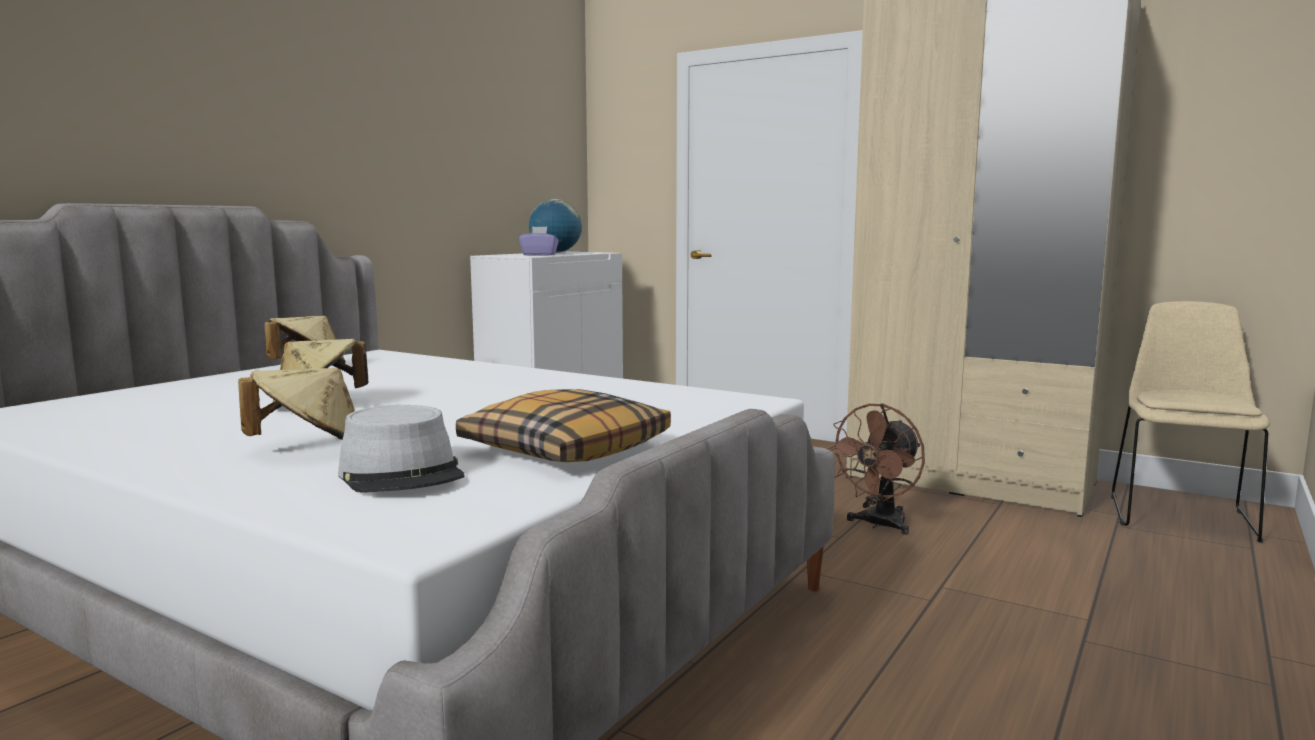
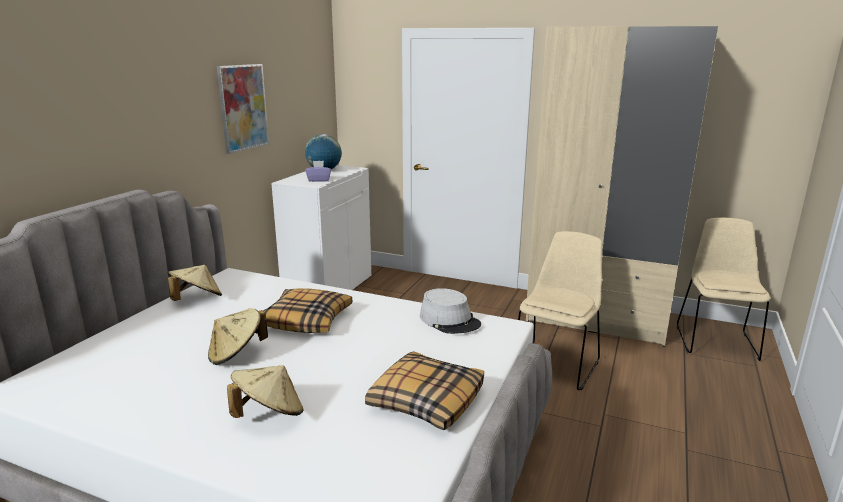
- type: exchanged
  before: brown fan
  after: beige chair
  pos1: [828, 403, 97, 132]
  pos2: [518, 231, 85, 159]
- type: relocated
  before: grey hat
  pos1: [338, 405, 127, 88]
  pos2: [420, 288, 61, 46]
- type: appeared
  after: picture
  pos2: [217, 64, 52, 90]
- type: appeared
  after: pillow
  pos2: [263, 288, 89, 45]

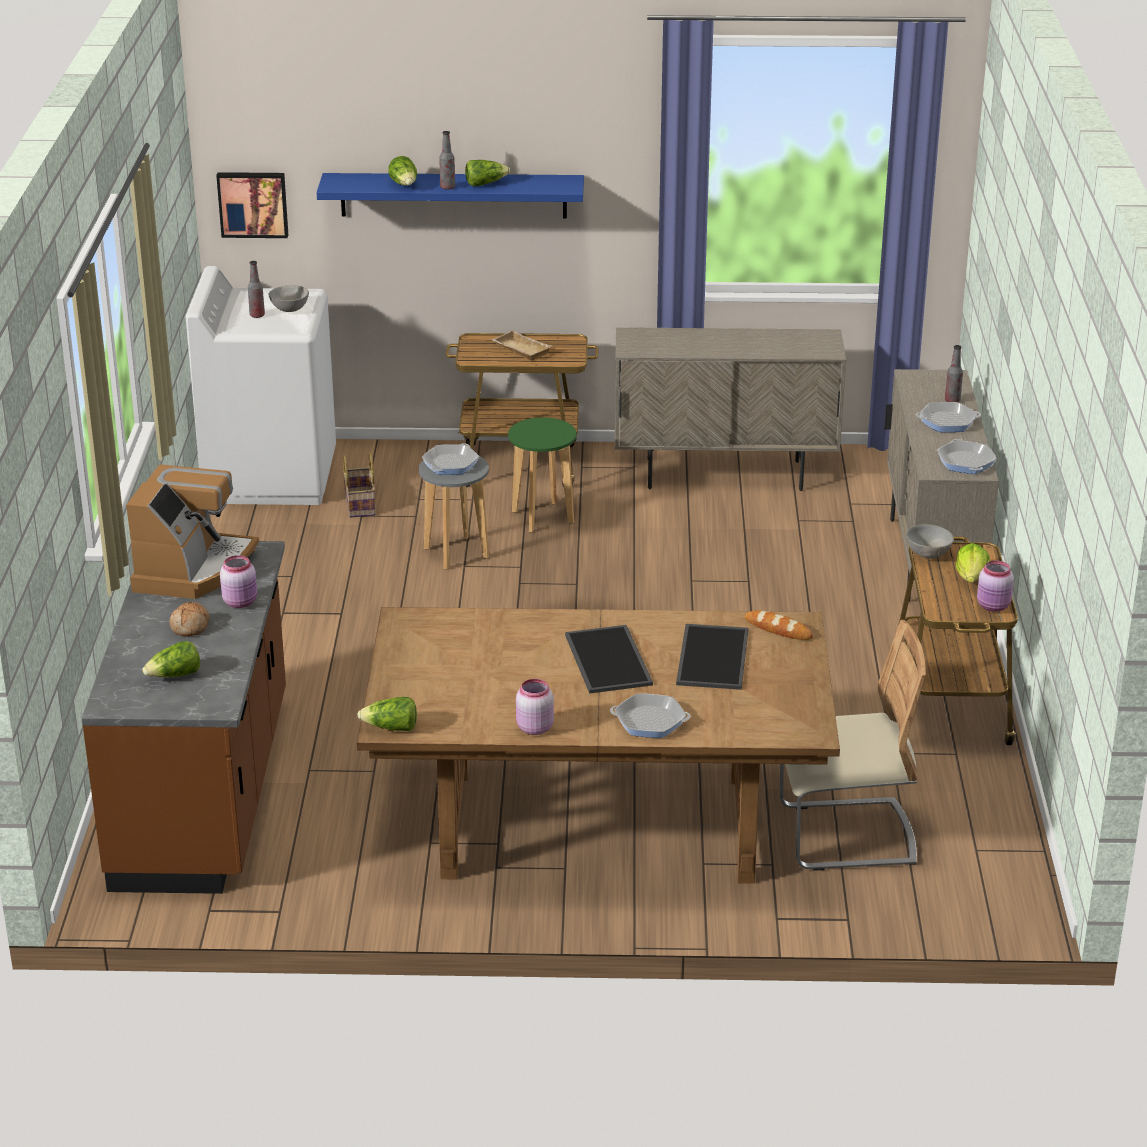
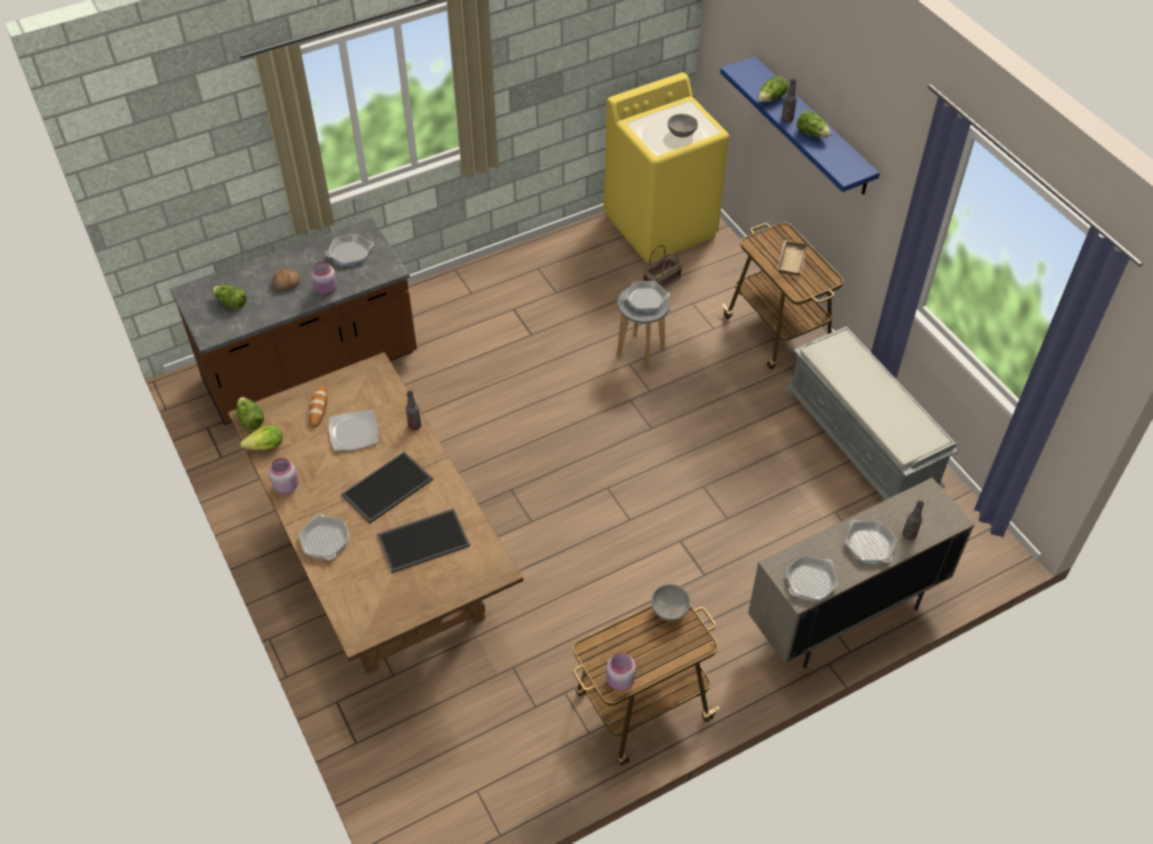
- type: missing
  before: picture
  pos1: [216, 172, 72, 66]
- type: relocated
  before: bottle
  pos1: [248, 261, 17, 57]
  pos2: [406, 391, 15, 39]
- type: colour
  before: white washing machine
  after: yellow washing machine
  pos1: [186, 266, 150, 239]
  pos2: [604, 73, 125, 190]
- type: exchanged
  before: beige cabinet
  after: grey bench
  pos1: [615, 327, 231, 164]
  pos2: [787, 326, 171, 174]
- type: missing
  before: green stool
  pos1: [508, 418, 68, 115]
- type: exchanged
  before: coffee machine
  after: frying pan
  pos1: [126, 464, 133, 135]
  pos2: [325, 234, 49, 32]
- type: relocated
  before: lettuce
  pos1: [956, 543, 34, 40]
  pos2: [240, 425, 43, 25]
- type: relocated
  before: bread
  pos1: [745, 610, 68, 30]
  pos2: [309, 386, 18, 42]
- type: missing
  before: beige chair
  pos1: [780, 620, 146, 251]
- type: appeared
  after: plate
  pos2: [329, 410, 50, 41]

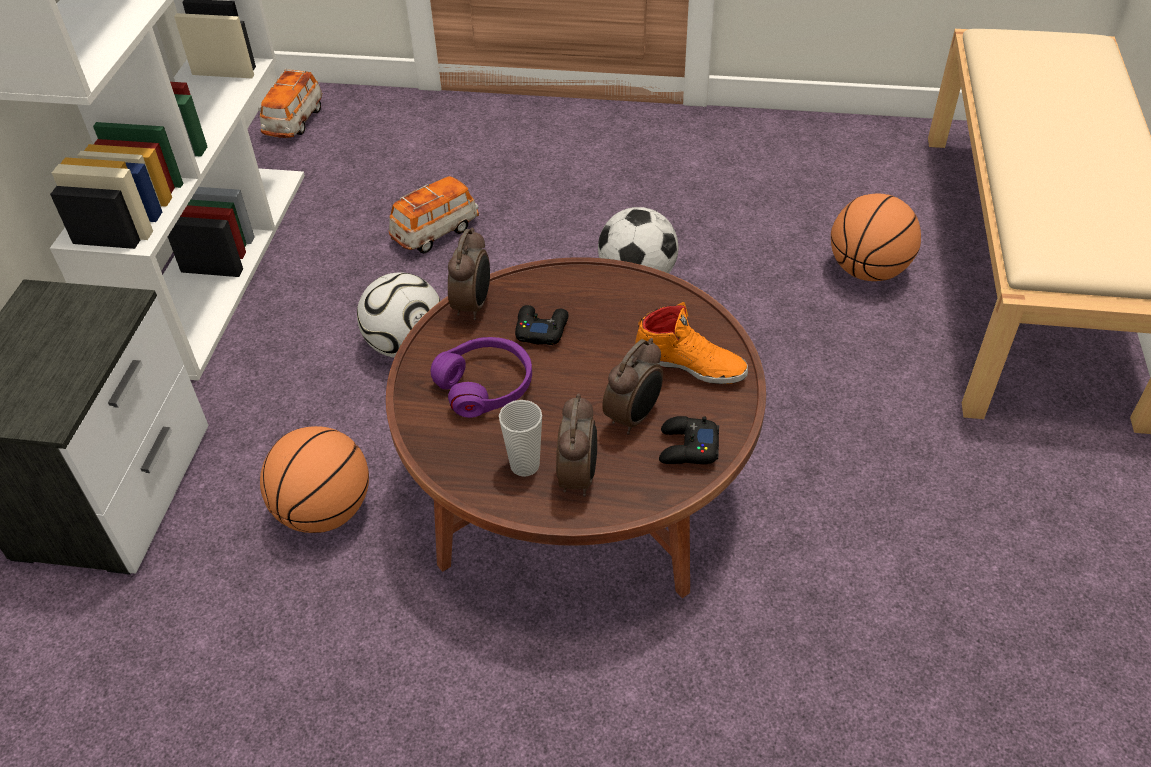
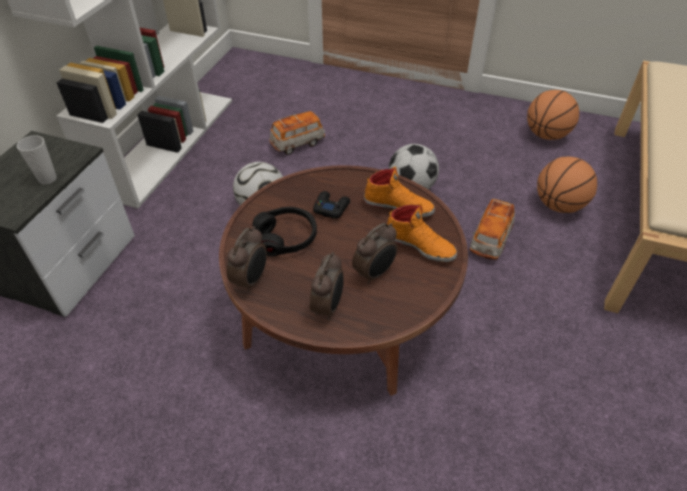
- type: relocated
  before: toy car
  pos1: [258, 69, 64, 69]
  pos2: [470, 199, 45, 61]
- type: relocated
  before: alarm clock
  pos1: [448, 228, 42, 92]
  pos2: [227, 226, 40, 67]
- type: colour
  before: purple headphones
  after: black headphones
  pos1: [431, 337, 101, 81]
  pos2: [252, 207, 65, 49]
- type: relocated
  before: cup
  pos1: [499, 400, 43, 77]
  pos2: [17, 135, 40, 50]
- type: missing
  before: black game controller
  pos1: [659, 416, 60, 48]
- type: relocated
  before: basketball
  pos1: [260, 426, 109, 107]
  pos2: [527, 90, 52, 50]
- type: appeared
  after: orange shoe
  pos2: [364, 167, 71, 50]

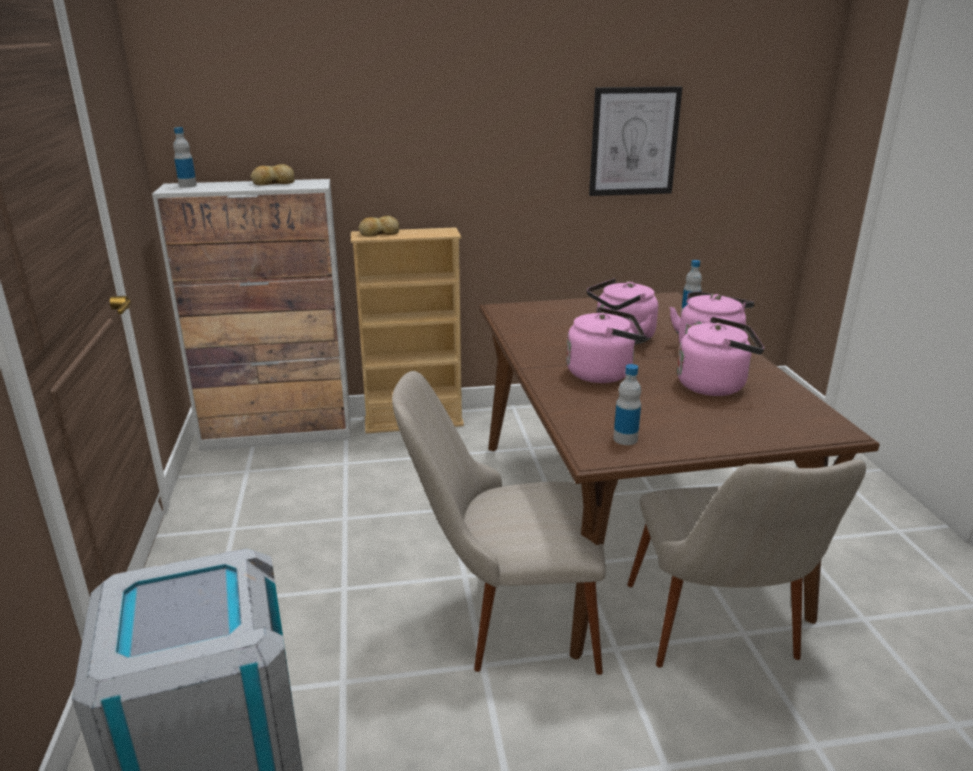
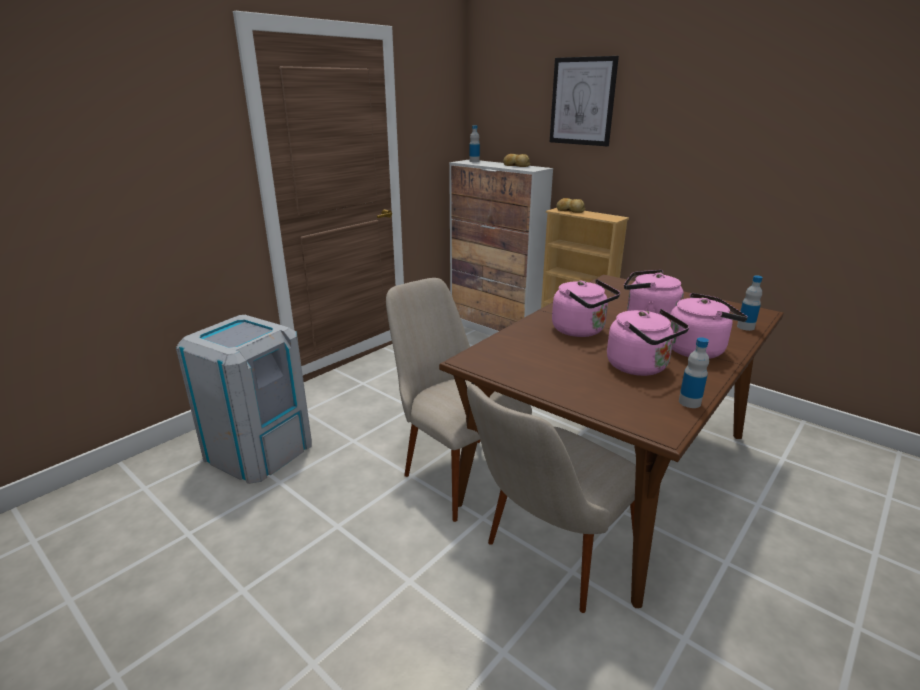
- type: relocated
  before: picture
  pos1: [589, 86, 93, 110]
  pos2: [550, 56, 69, 90]
- type: relocated
  before: bottle
  pos1: [613, 364, 28, 81]
  pos2: [679, 337, 30, 71]

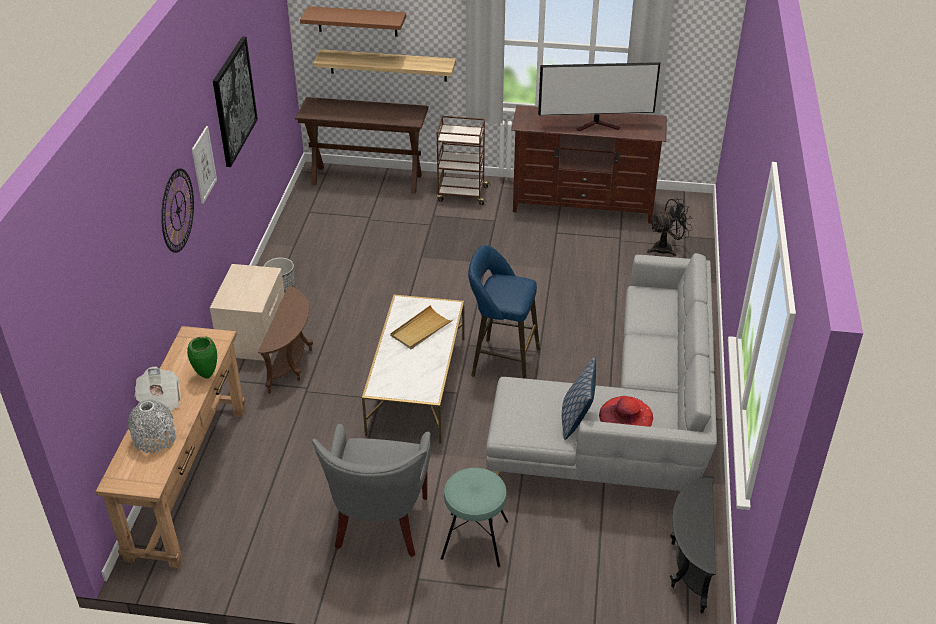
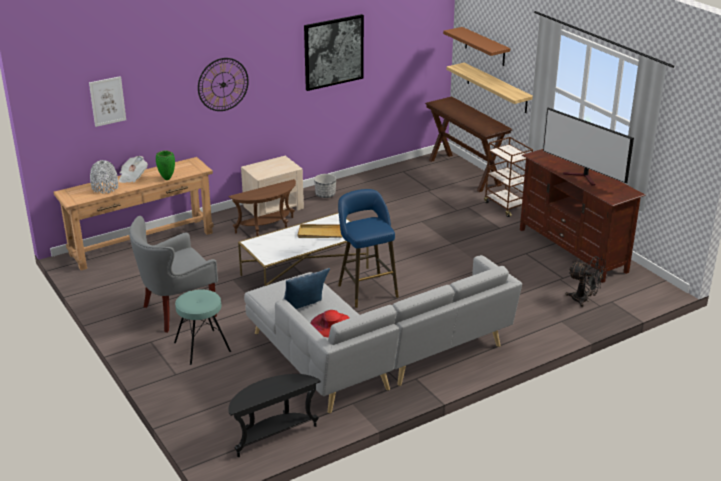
- type: relocated
  before: picture
  pos1: [192, 126, 25, 78]
  pos2: [89, 76, 37, 51]

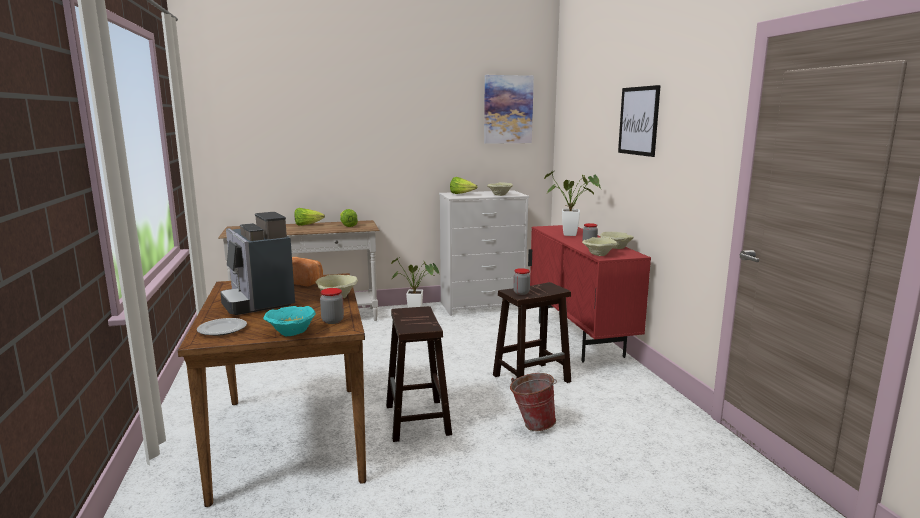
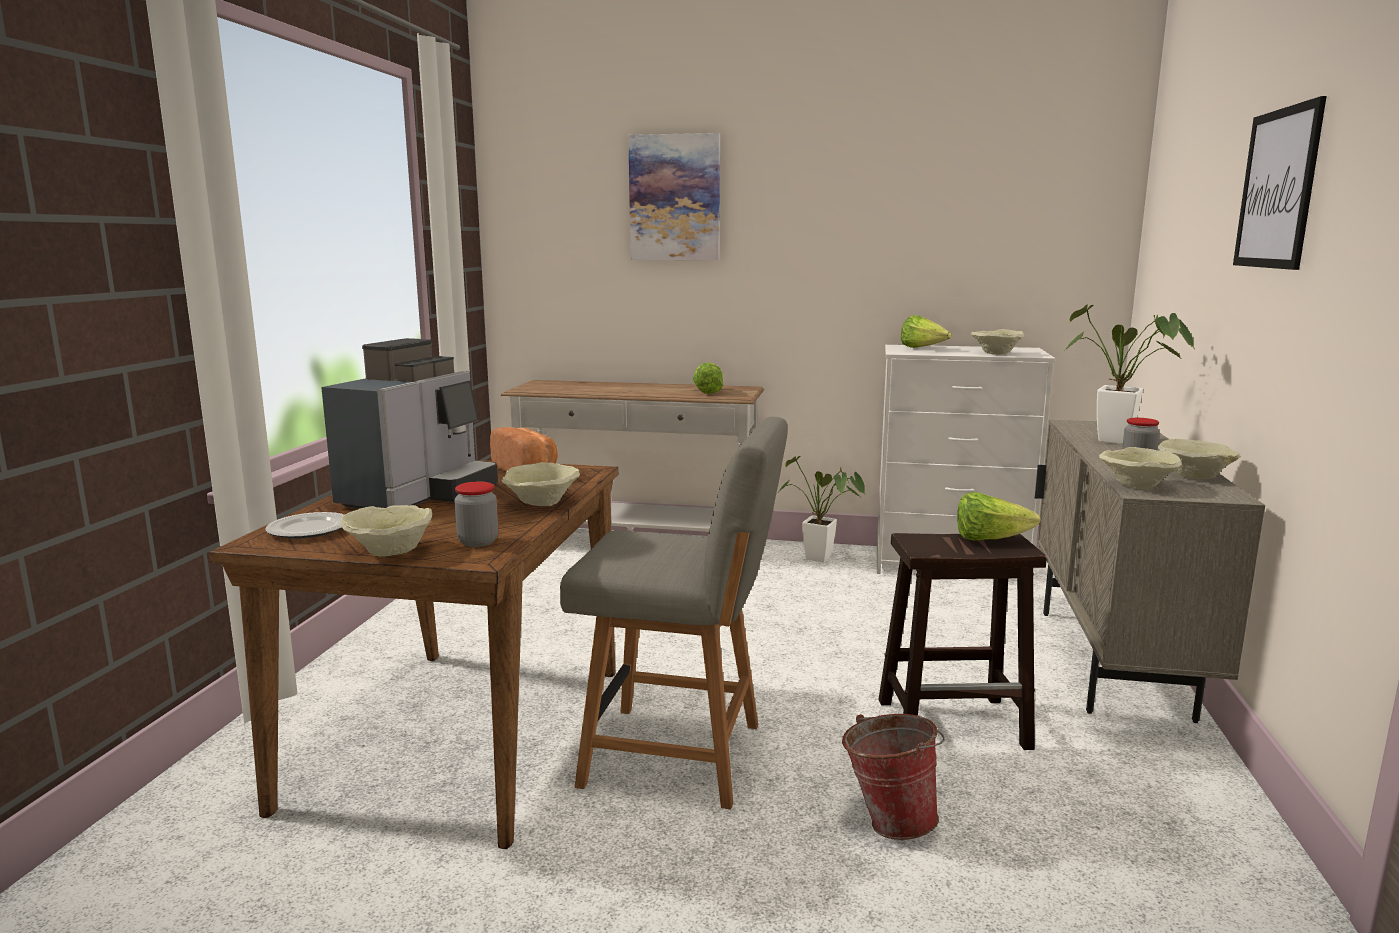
- type: relocated
  before: picture
  pos1: [484, 75, 50, 69]
  pos2: [628, 133, 92, 127]
- type: relocated
  before: lettuce
  pos1: [294, 208, 31, 18]
  pos2: [957, 492, 84, 49]
- type: spun
  before: coffee machine
  pos1: [220, 212, 75, 103]
  pos2: [321, 338, 177, 171]
  turn: -150
- type: colour
  before: red cabinet
  after: beige cabinet
  pos1: [528, 225, 123, 138]
  pos2: [1035, 420, 230, 303]
- type: missing
  before: jar
  pos1: [513, 268, 17, 27]
- type: colour
  before: turquoise bowl
  after: beige bowl
  pos1: [263, 306, 53, 30]
  pos2: [340, 505, 92, 52]
- type: exchanged
  before: brown stool
  after: grey chair
  pos1: [386, 306, 66, 136]
  pos2: [560, 417, 228, 392]

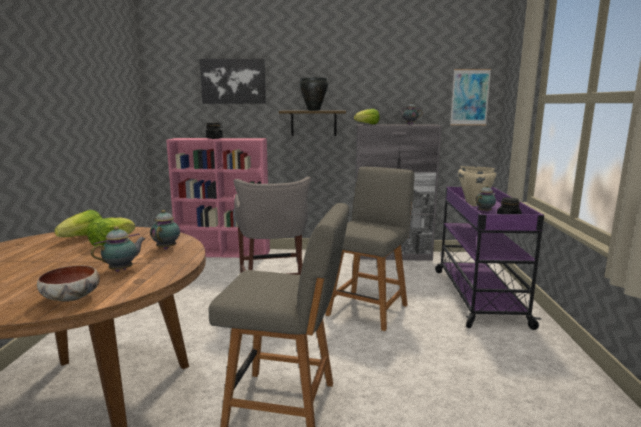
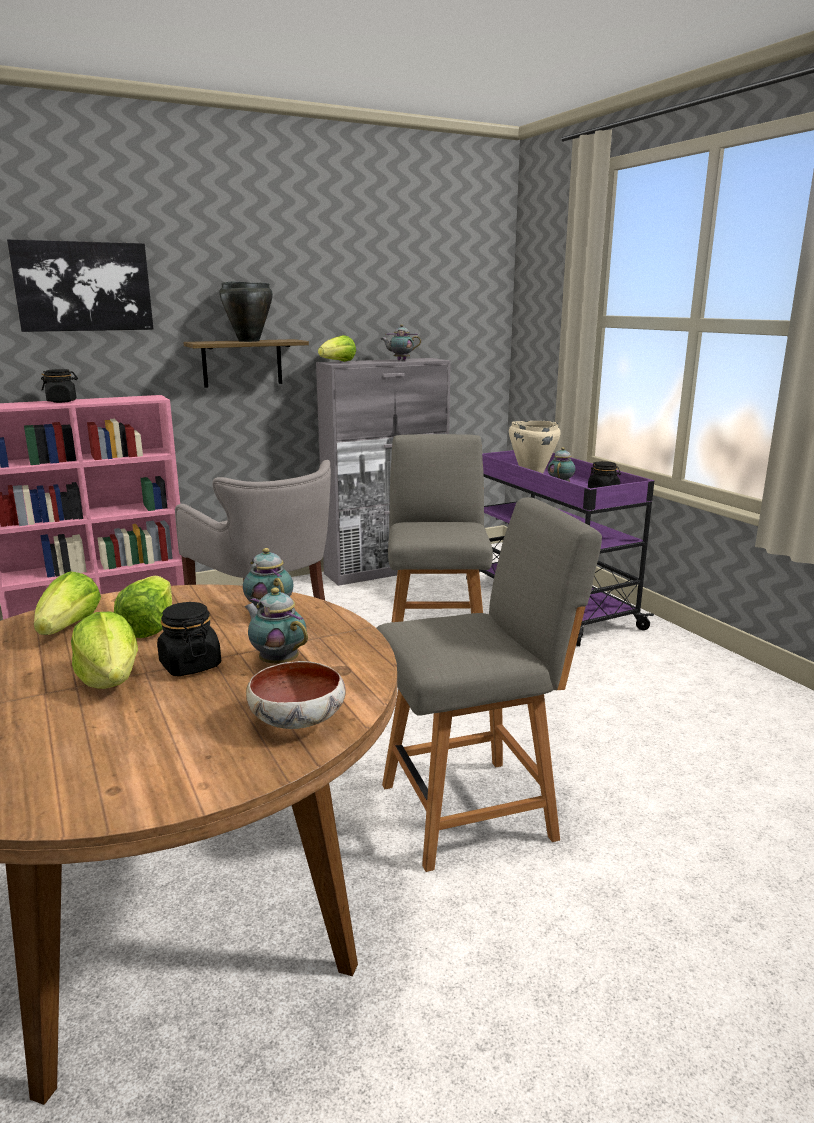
- type: missing
  before: picture
  pos1: [450, 69, 41, 56]
- type: spun
  before: teapot
  pos1: [91, 226, 55, 46]
  pos2: [244, 587, 64, 77]
  turn: -60
- type: appeared
  after: black jar
  pos2: [157, 602, 64, 74]
- type: appeared
  after: lettuce
  pos2: [71, 611, 67, 78]

